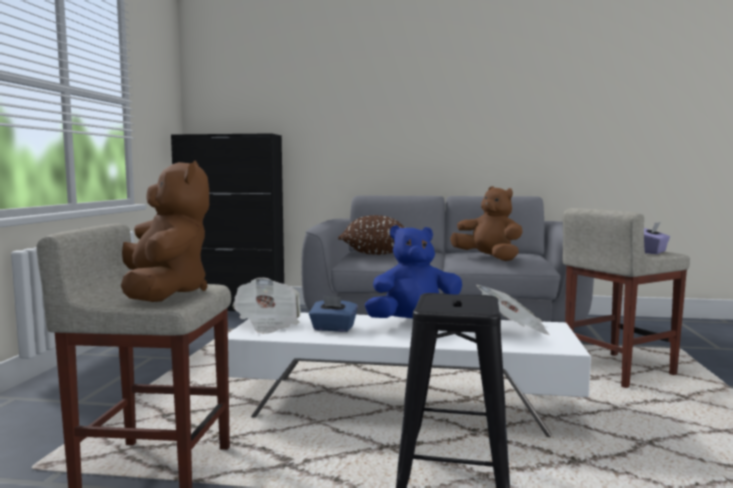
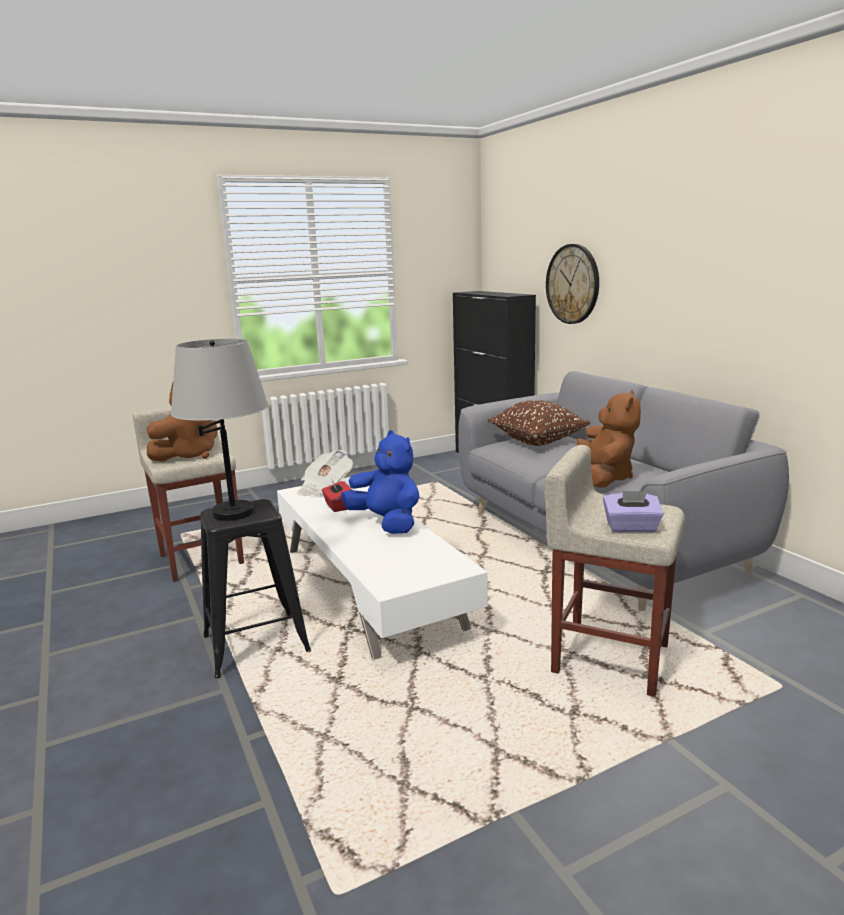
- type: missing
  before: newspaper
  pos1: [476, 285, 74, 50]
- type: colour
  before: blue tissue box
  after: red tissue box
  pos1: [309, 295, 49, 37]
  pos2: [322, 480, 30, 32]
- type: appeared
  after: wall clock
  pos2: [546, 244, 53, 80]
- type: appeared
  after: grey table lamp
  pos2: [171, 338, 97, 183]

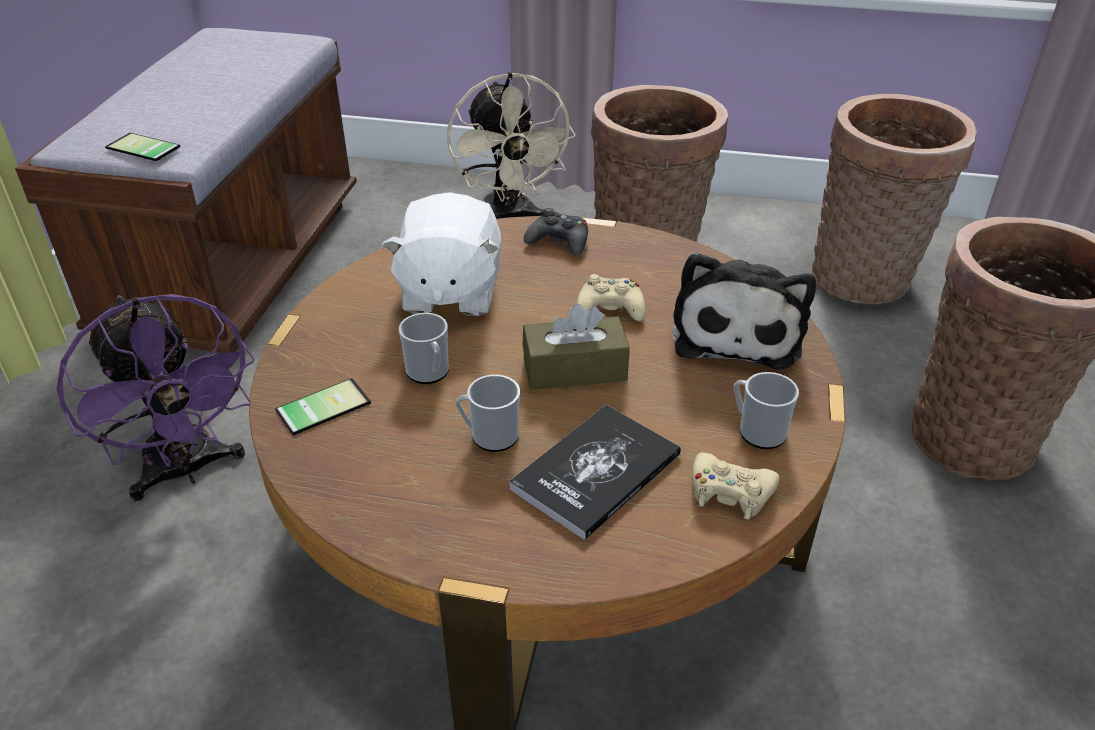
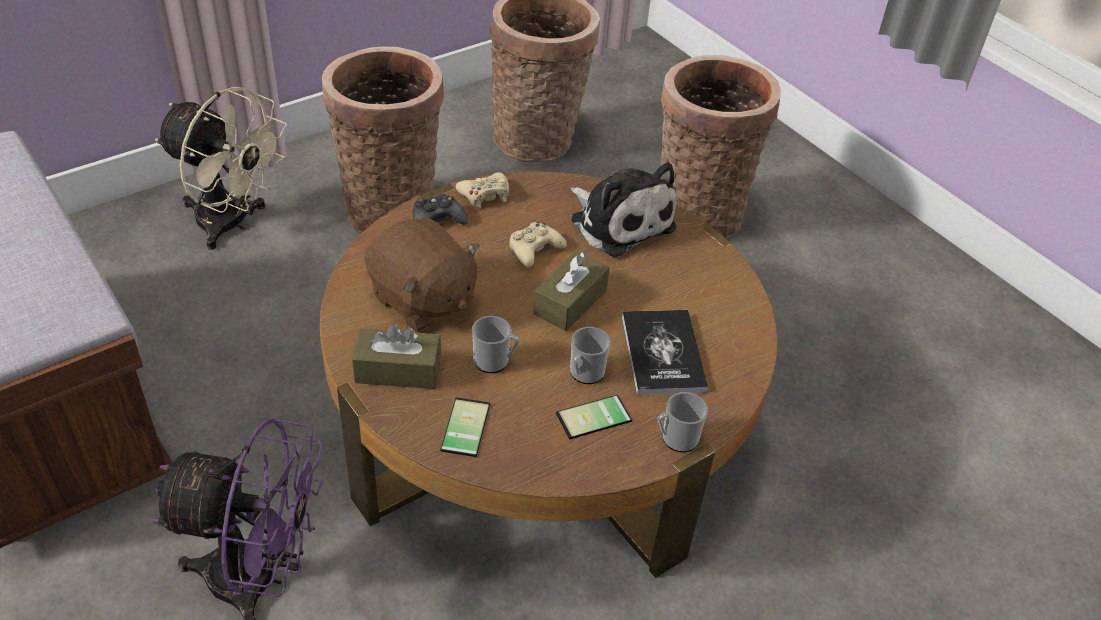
- type: relocated
  before: phone
  pos1: [105, 133, 75, 28]
  pos2: [556, 395, 76, 45]
- type: colour
  before: white plush toy
  after: brown plush toy
  pos1: [382, 192, 119, 124]
  pos2: [364, 217, 116, 115]
- type: relocated
  before: mug
  pos1: [734, 372, 65, 77]
  pos2: [657, 392, 51, 61]
- type: relocated
  before: beige game controller
  pos1: [692, 453, 88, 67]
  pos2: [456, 172, 53, 36]
- type: appeared
  after: brown tissue box
  pos2: [352, 324, 89, 65]

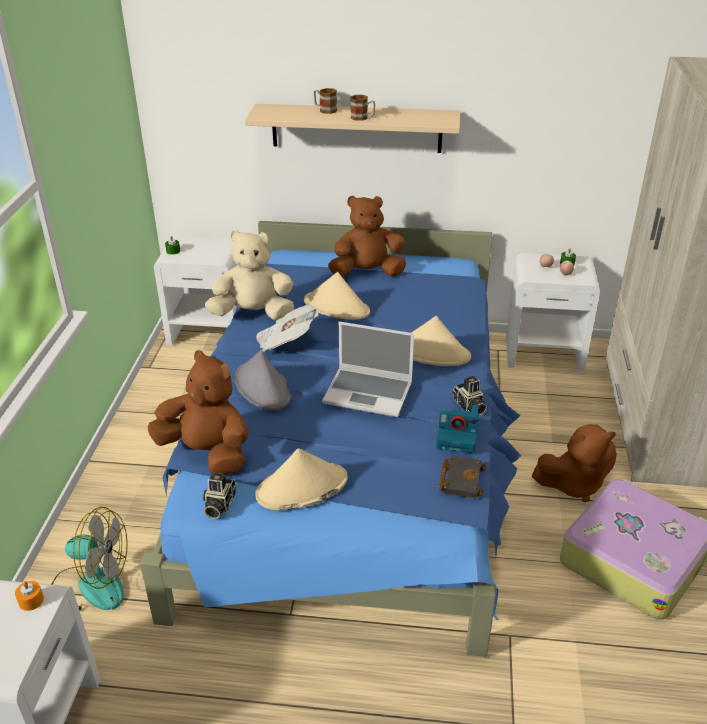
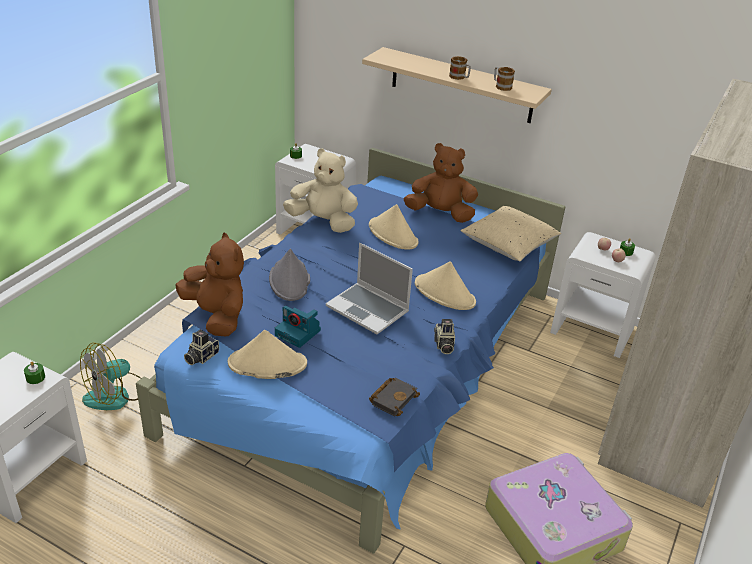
- type: relocated
  before: mug
  pos1: [314, 88, 23, 26]
  pos2: [494, 67, 21, 24]
- type: missing
  before: newspaper
  pos1: [256, 304, 63, 48]
- type: relocated
  before: photo camera
  pos1: [436, 405, 43, 48]
  pos2: [275, 306, 46, 42]
- type: missing
  before: brown plush toy
  pos1: [532, 424, 85, 79]
- type: spun
  before: fan
  pos1: [51, 507, 77, 104]
  pos2: [80, 343, 61, 67]
  turn: 105
- type: colour
  before: orange candle
  after: green candle
  pos1: [15, 581, 29, 30]
  pos2: [24, 362, 21, 22]
- type: appeared
  after: beige pillow
  pos2: [461, 206, 100, 55]

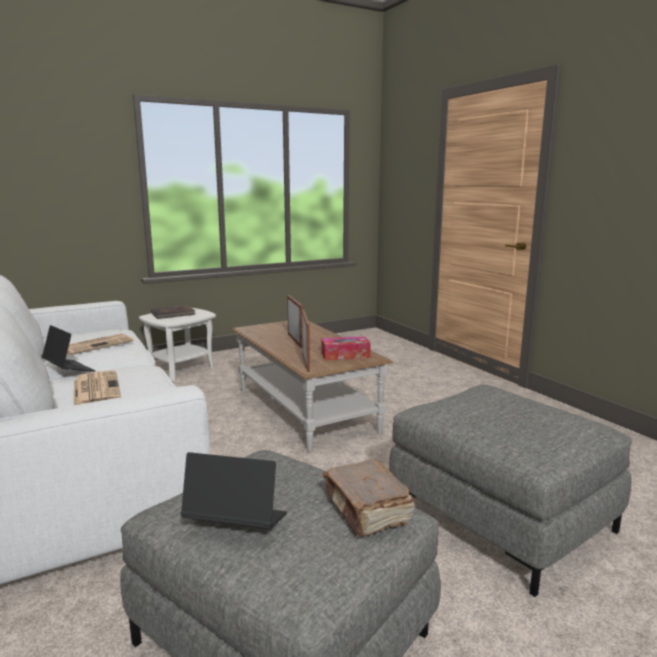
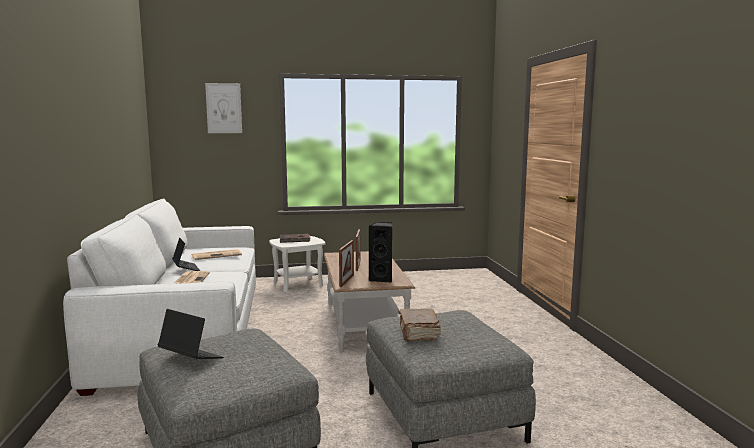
- type: exchanged
  before: tissue box
  after: black speaker
  pos1: [321, 336, 50, 24]
  pos2: [368, 222, 24, 60]
- type: relocated
  before: brown book
  pos1: [323, 459, 92, 78]
  pos2: [398, 308, 43, 34]
- type: appeared
  after: picture
  pos2: [205, 83, 37, 50]

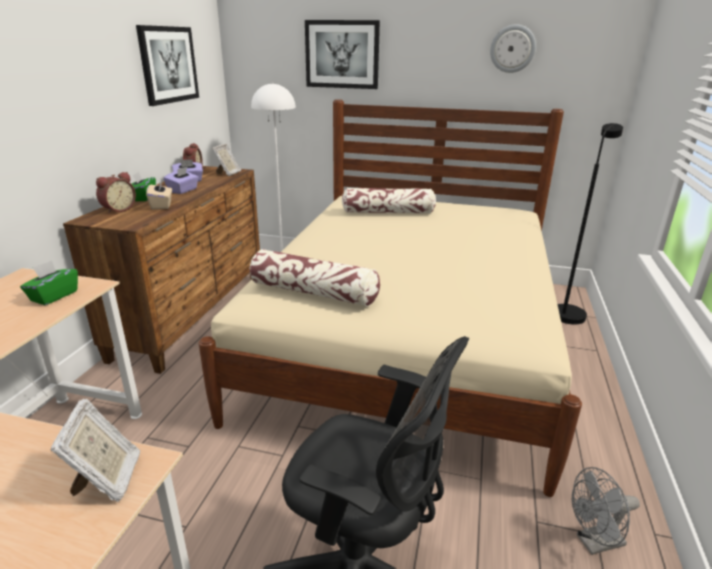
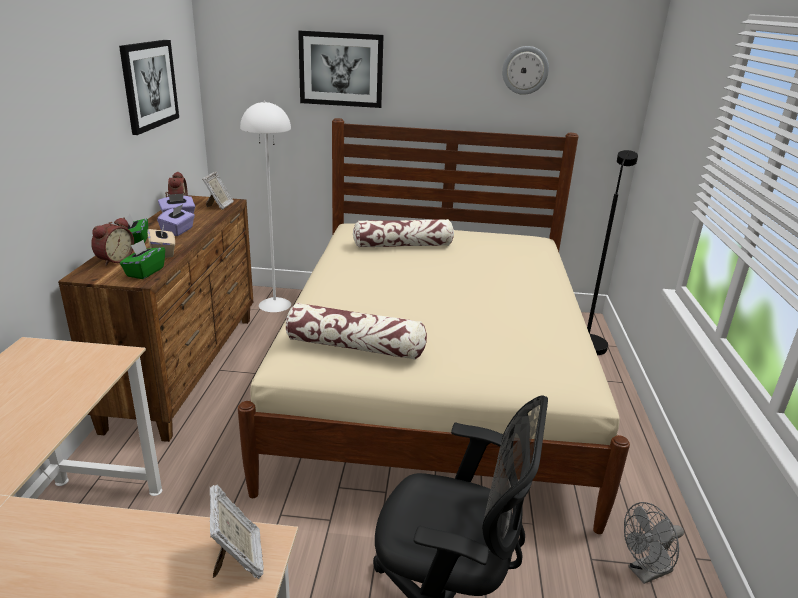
- type: relocated
  before: green tissue box
  pos1: [20, 260, 58, 45]
  pos2: [120, 240, 45, 39]

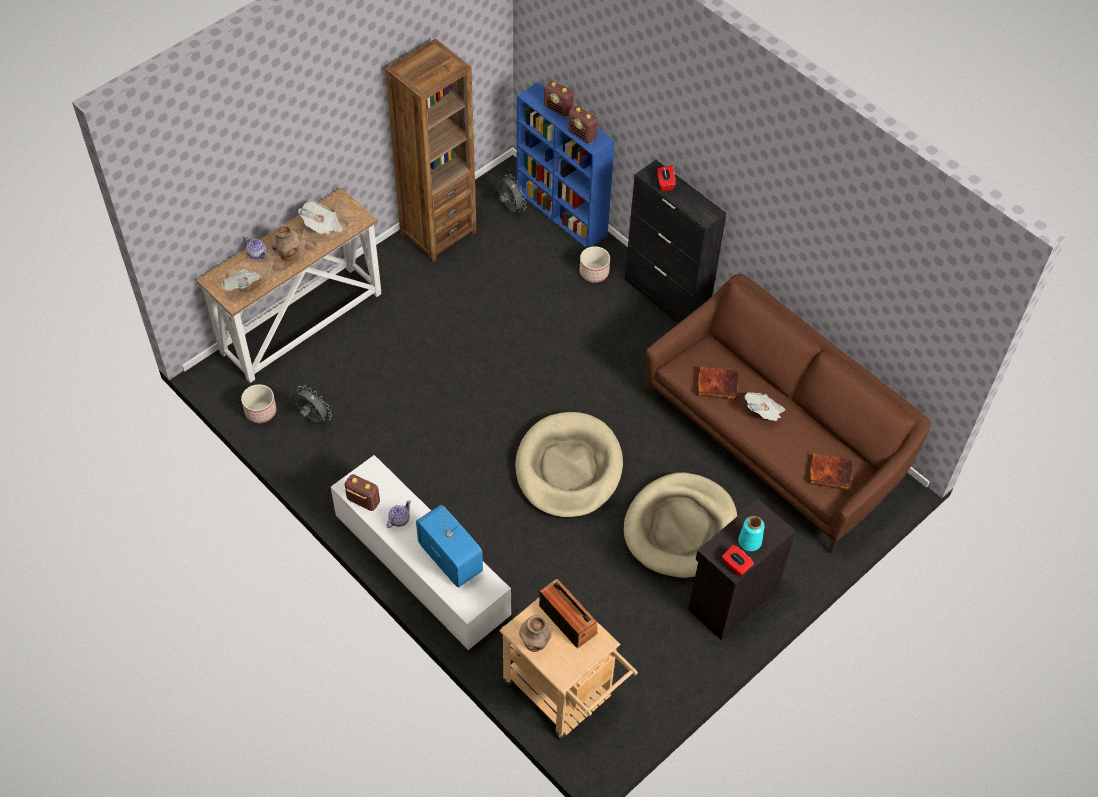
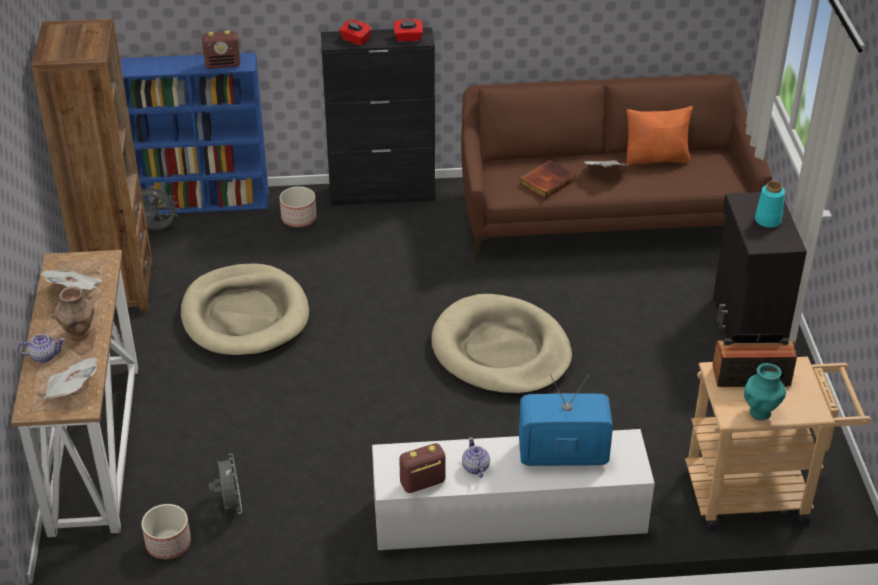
- type: missing
  before: radio
  pos1: [544, 81, 30, 36]
- type: spun
  before: grey fan
  pos1: [293, 385, 39, 39]
  pos2: [209, 454, 33, 60]
  turn: 90
- type: missing
  before: book
  pos1: [808, 453, 45, 38]
- type: relocated
  before: beige dog bed
  pos1: [624, 472, 113, 106]
  pos2: [181, 263, 128, 94]
- type: relocated
  before: red tissue box
  pos1: [722, 545, 32, 31]
  pos2: [393, 19, 30, 23]
- type: colour
  before: brown vase
  after: turquoise vase
  pos1: [519, 615, 33, 37]
  pos2: [744, 363, 42, 57]
- type: appeared
  after: orange pillow
  pos2: [627, 106, 66, 59]

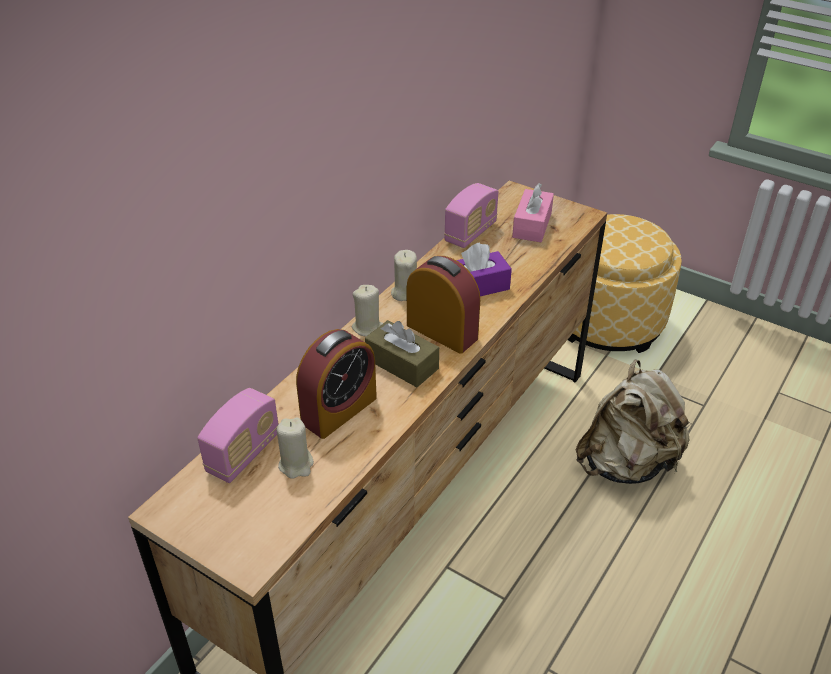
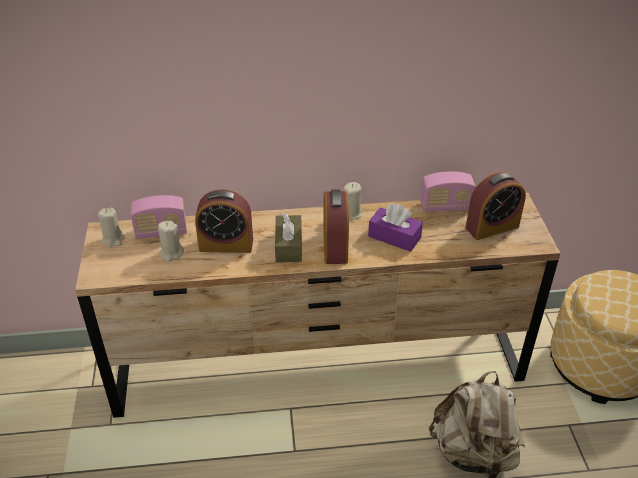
- type: exchanged
  before: pink tissue box
  after: alarm clock
  pos1: [512, 183, 42, 59]
  pos2: [466, 172, 60, 68]
- type: relocated
  before: beige candle
  pos1: [352, 285, 31, 52]
  pos2: [98, 208, 27, 39]

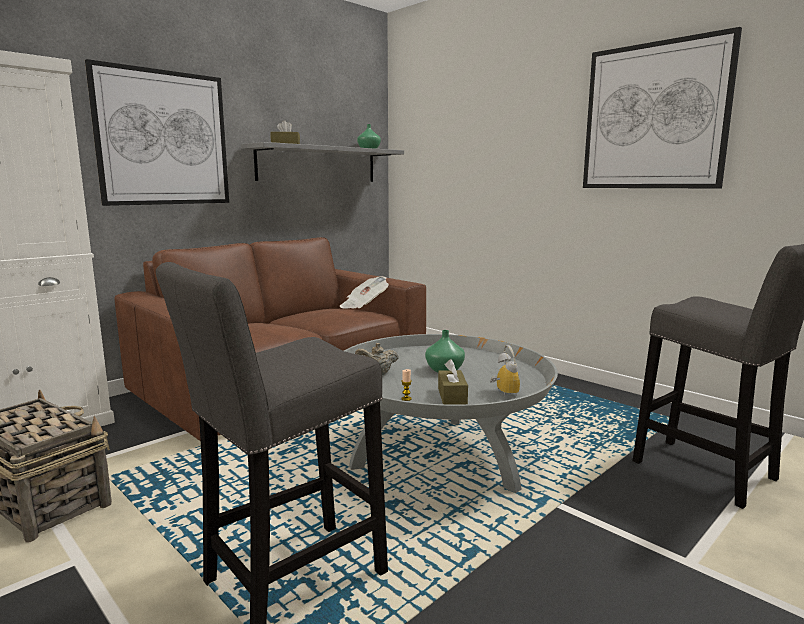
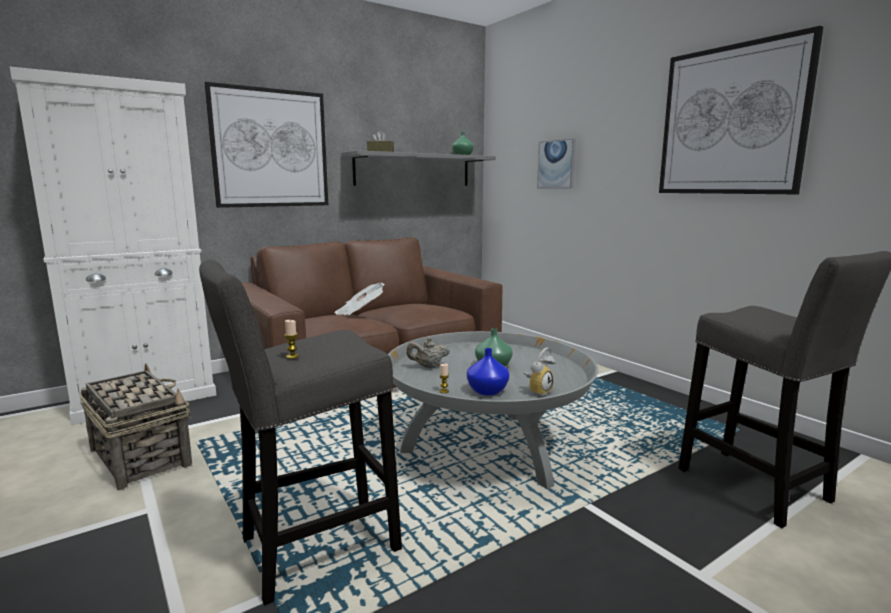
- type: relocated
  before: newspaper
  pos1: [340, 276, 49, 33]
  pos2: [335, 283, 50, 32]
- type: spun
  before: alarm clock
  pos1: [490, 345, 30, 51]
  pos2: [524, 347, 31, 49]
  turn: 45
- type: exchanged
  before: brown tissue box
  after: blue vase
  pos1: [438, 359, 30, 46]
  pos2: [467, 348, 42, 48]
- type: appeared
  after: picture
  pos2: [537, 138, 39, 51]
- type: appeared
  after: candle
  pos2: [284, 320, 15, 39]

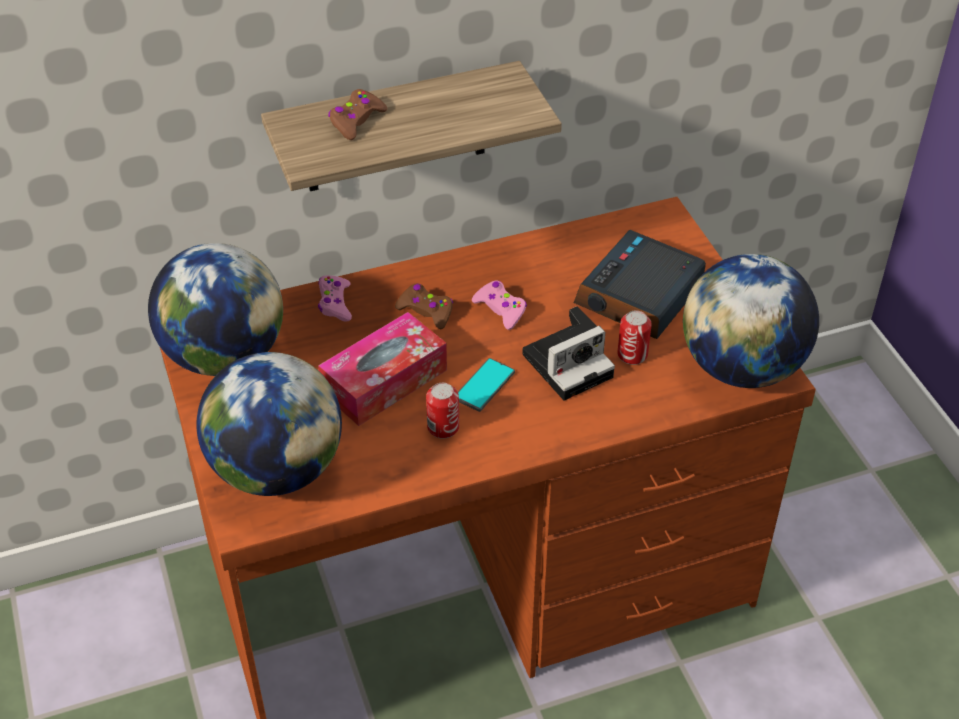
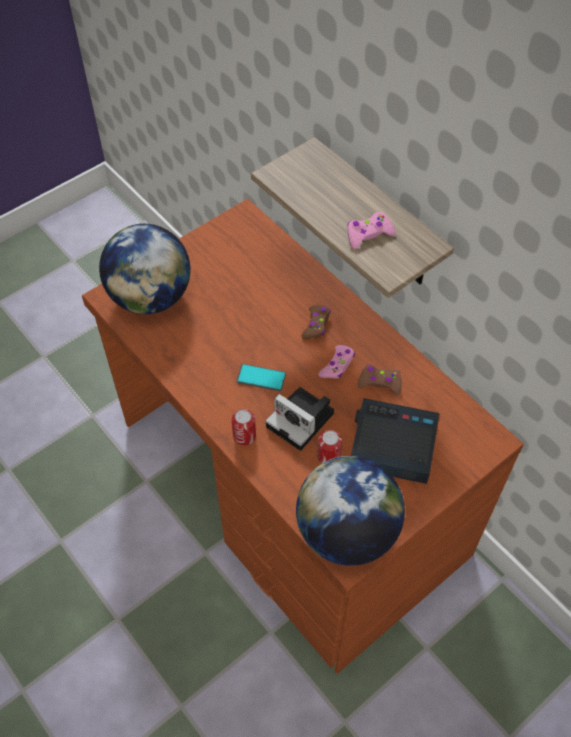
- type: relocated
  before: brown game controller
  pos1: [328, 89, 59, 51]
  pos2: [358, 365, 44, 30]
- type: missing
  before: globe
  pos1: [148, 243, 135, 133]
- type: relocated
  before: pink game controller
  pos1: [318, 275, 34, 47]
  pos2: [347, 212, 49, 37]
- type: missing
  before: tissue box
  pos1: [318, 312, 129, 114]
- type: relocated
  before: can
  pos1: [426, 383, 33, 56]
  pos2: [232, 409, 24, 37]

